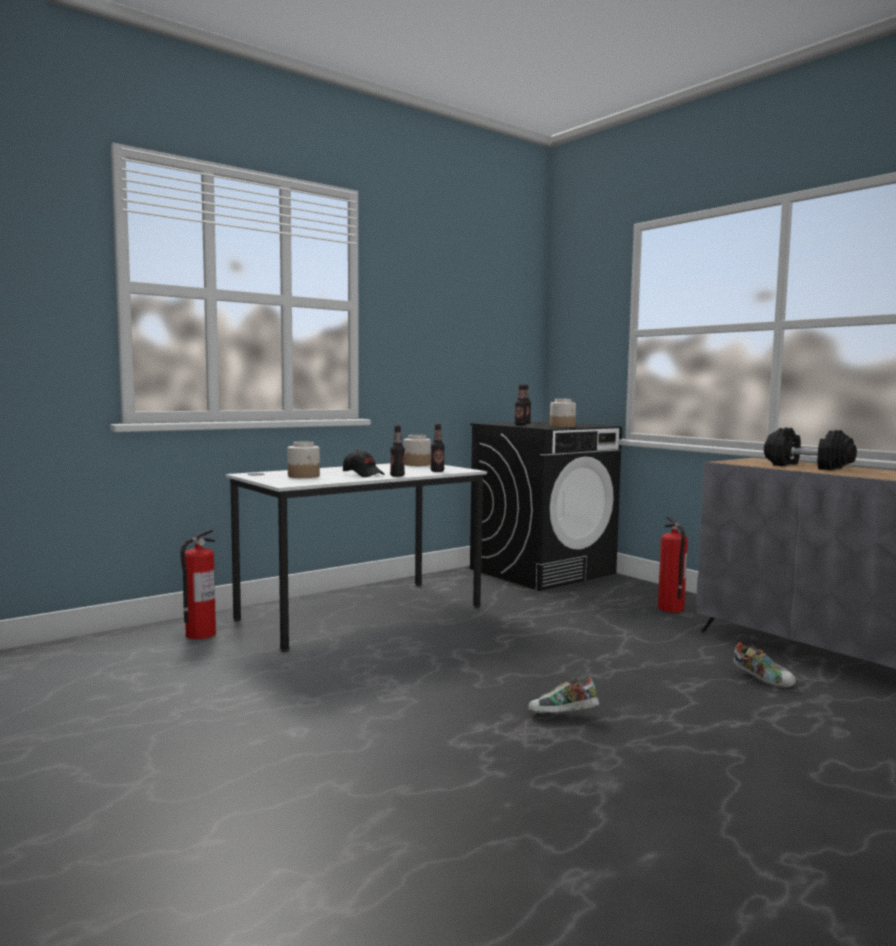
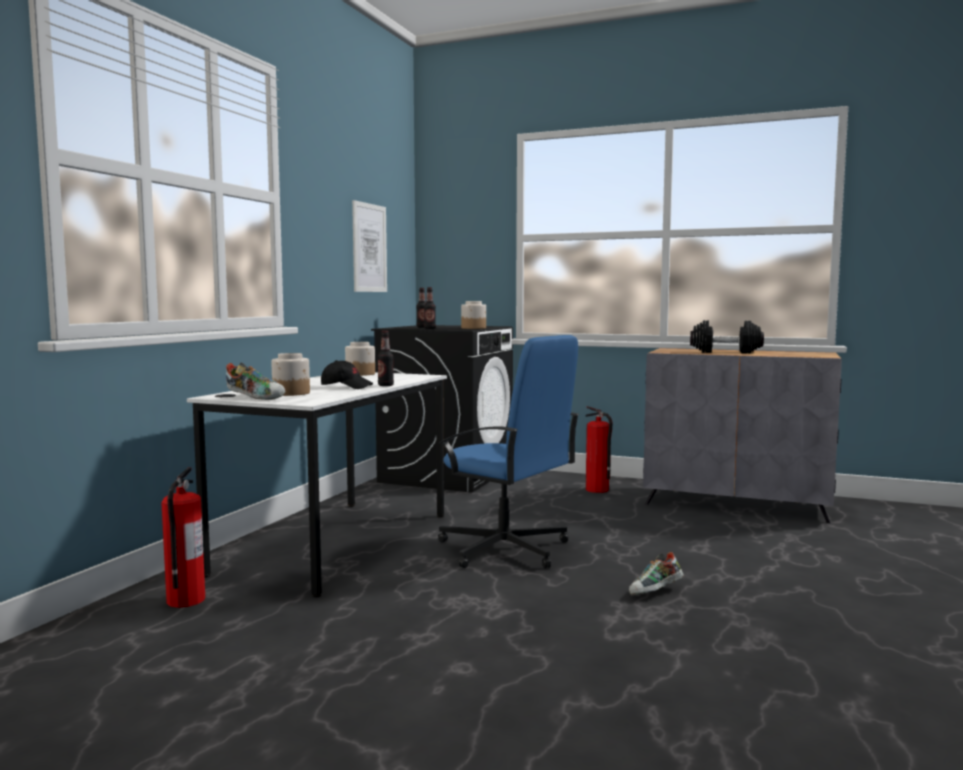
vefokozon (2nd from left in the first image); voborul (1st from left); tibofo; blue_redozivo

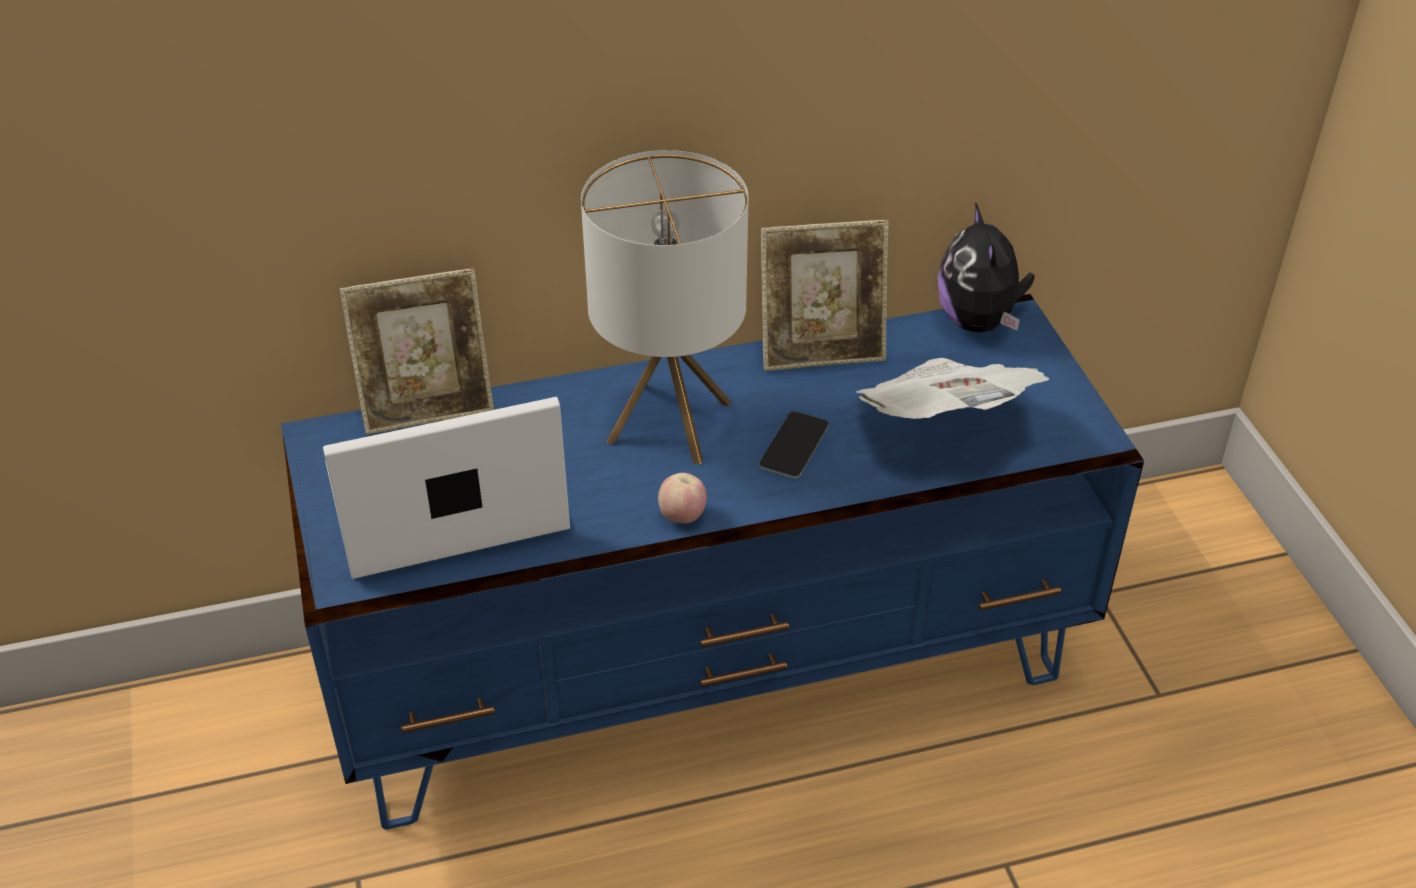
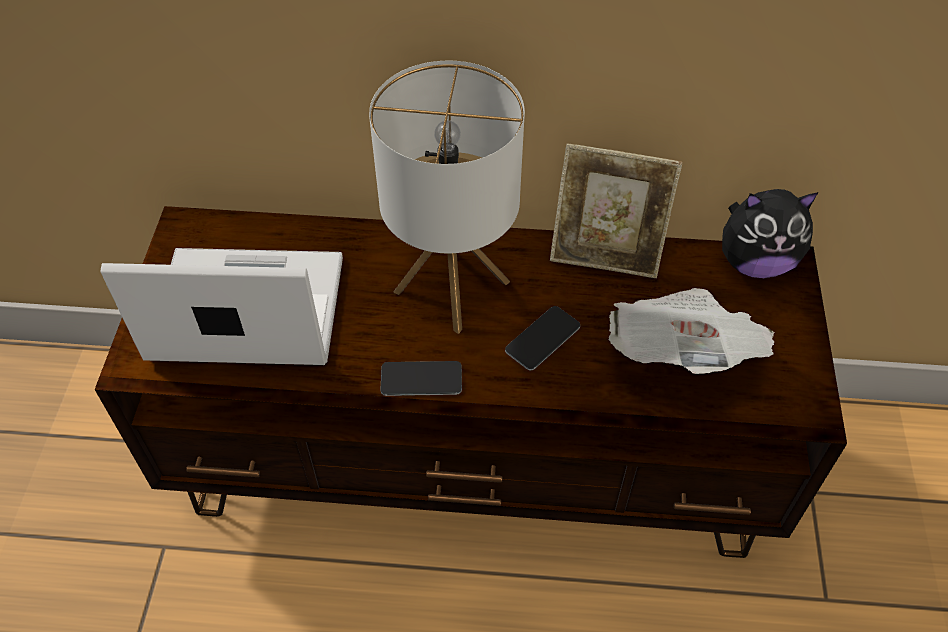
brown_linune; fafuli (1st from left in the first image); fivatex (1st from left); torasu

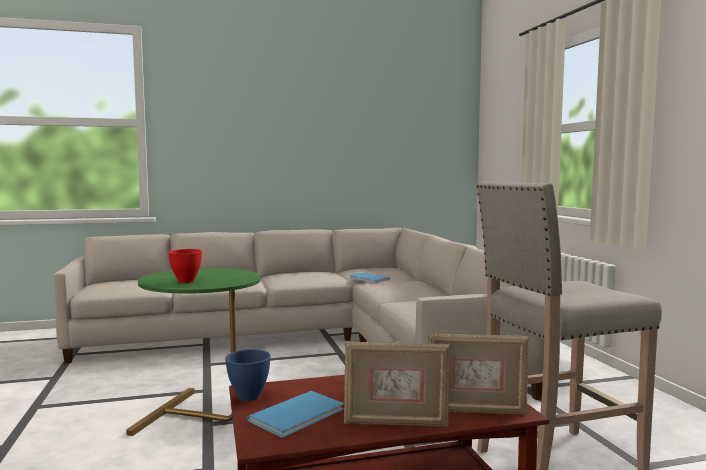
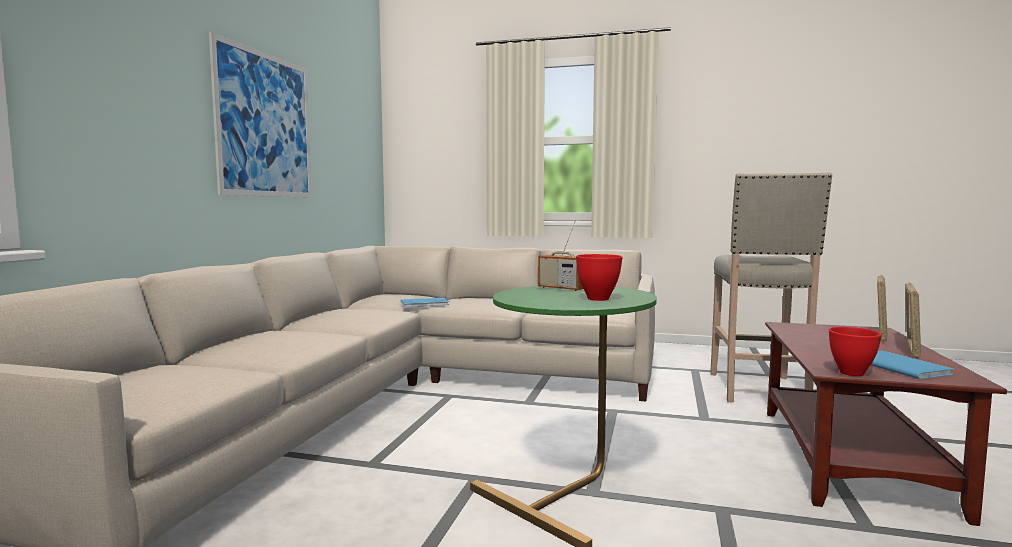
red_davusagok (2nd from left); tibofo; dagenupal

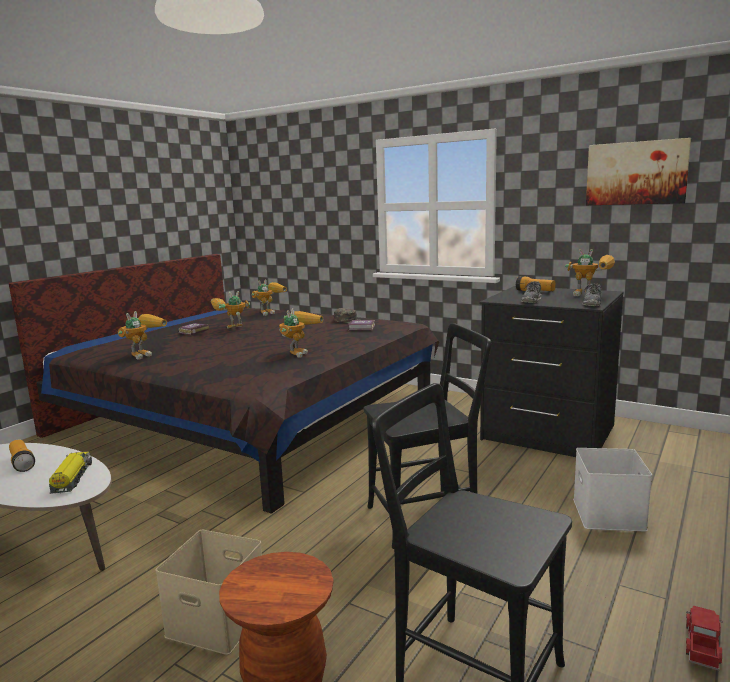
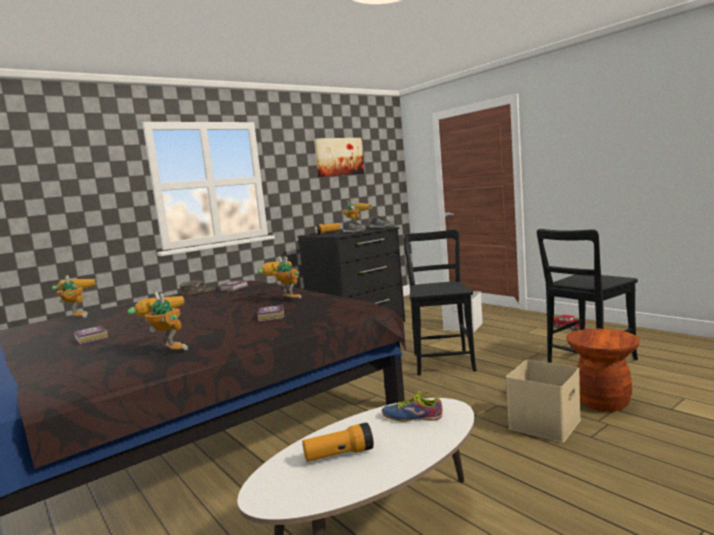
voborul (3rd from left); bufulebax (2nd from left in the first image); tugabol (3rd from left)

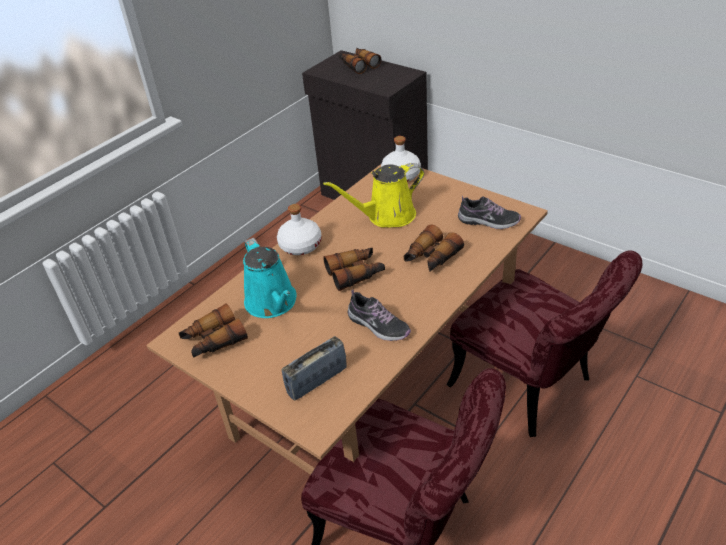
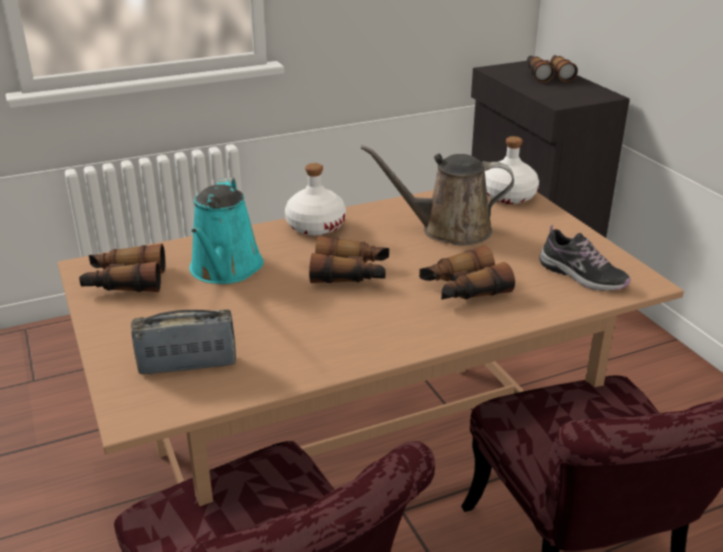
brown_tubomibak; voborul (1st from left in the first image)

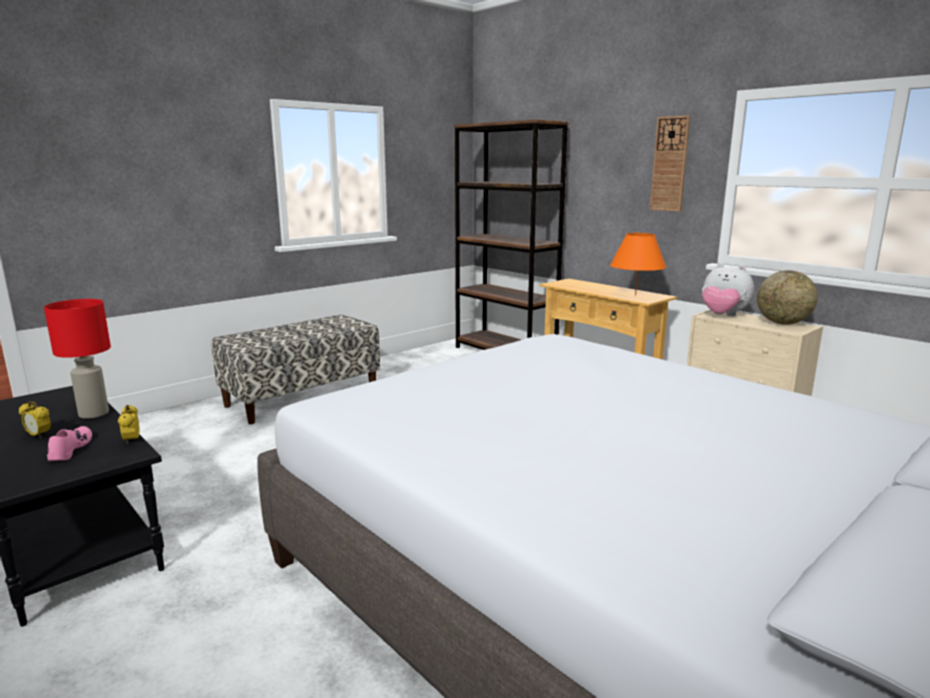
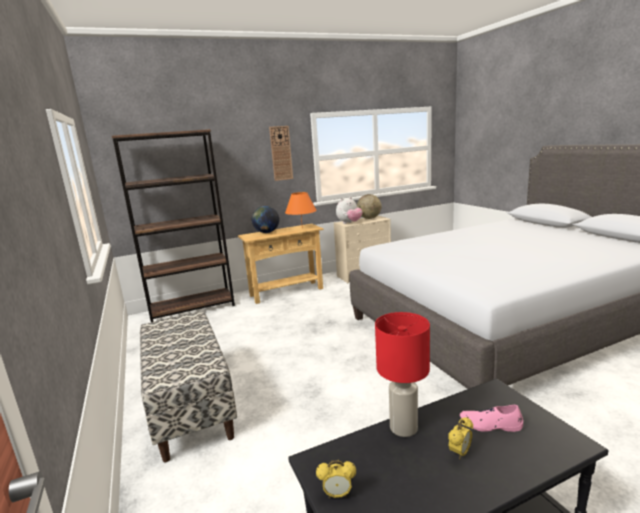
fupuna (1st from left); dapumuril (1st from left)

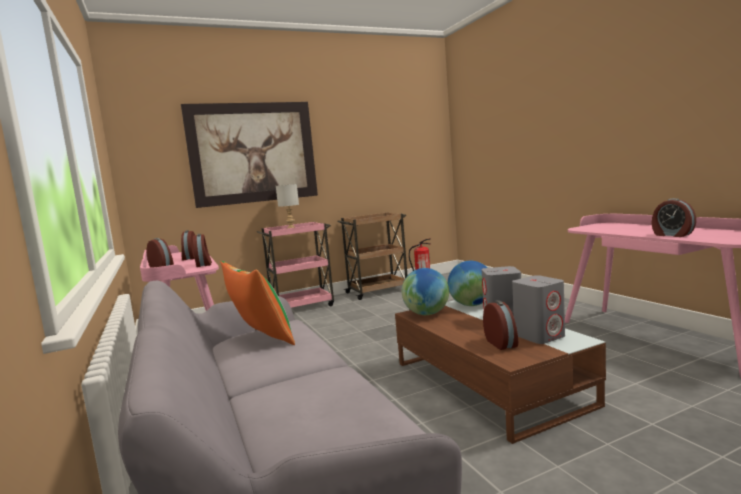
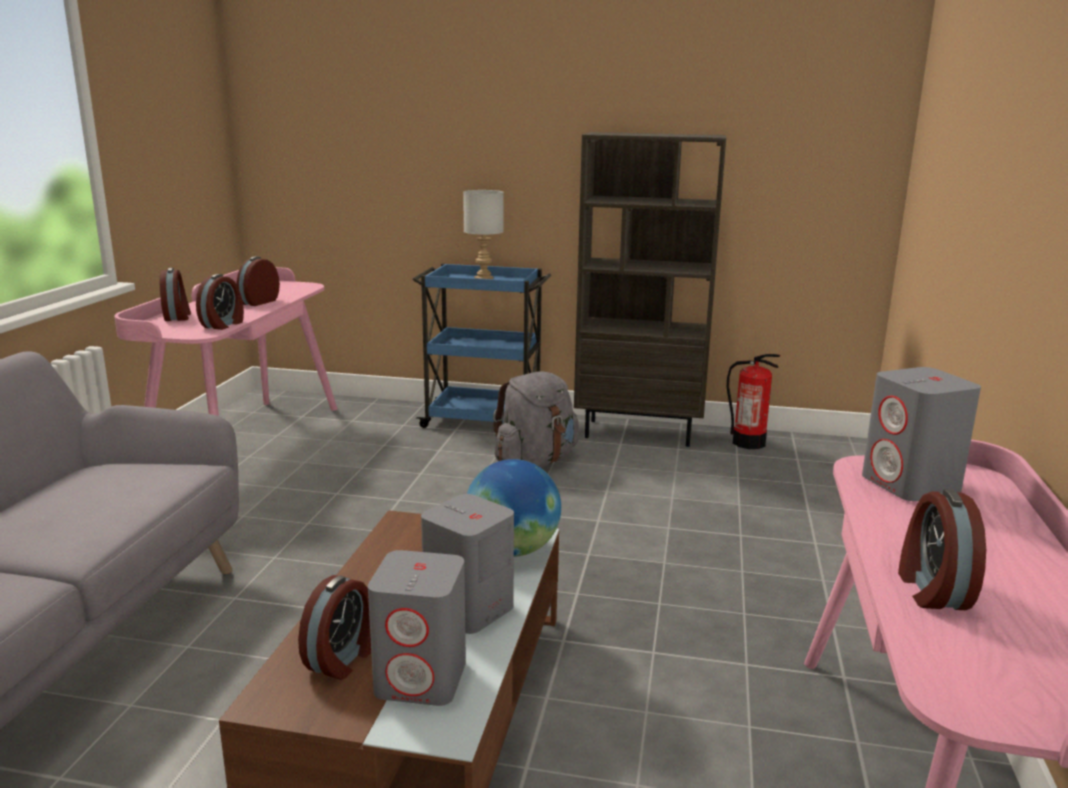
tibofo; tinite; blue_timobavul; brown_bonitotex; dapumuril (1st from left in the first image); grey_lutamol; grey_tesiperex (3rd from left)

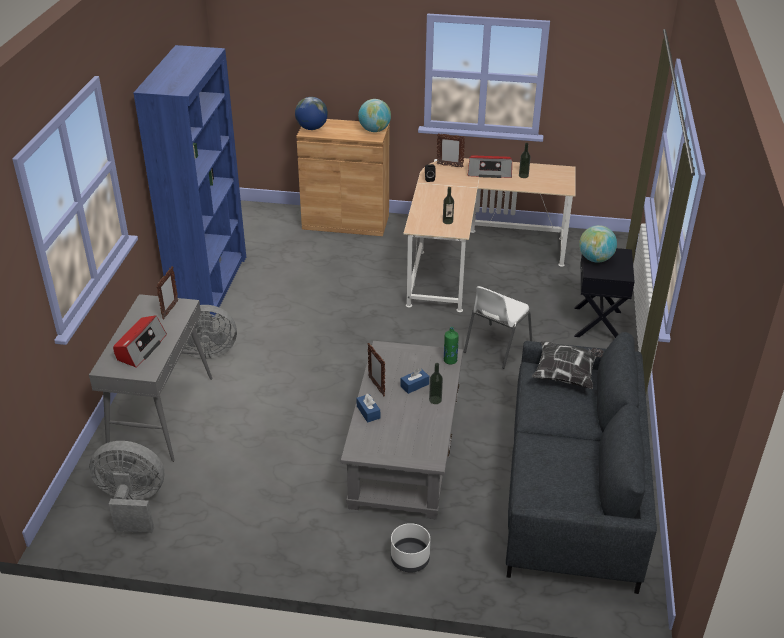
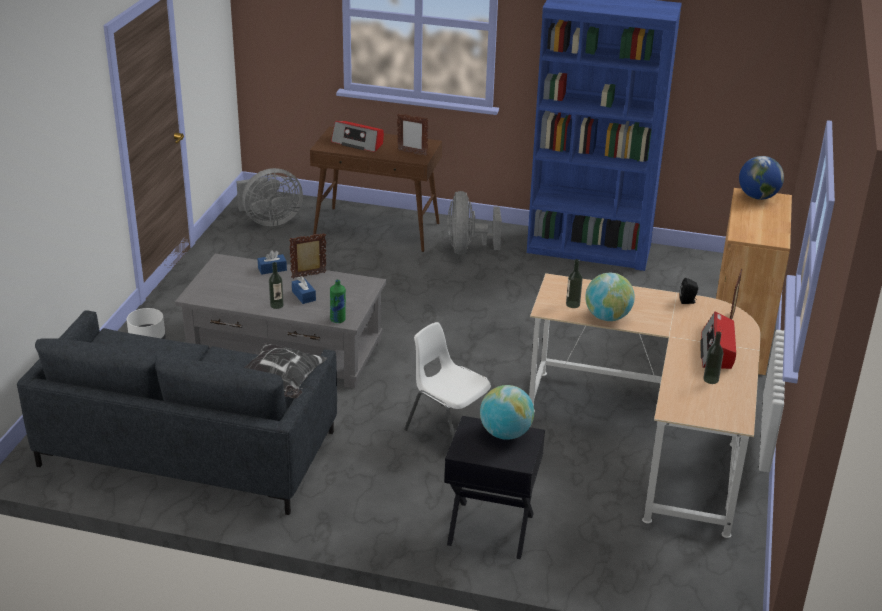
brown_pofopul; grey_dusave (1st from left); dapumuril (2nd from left)

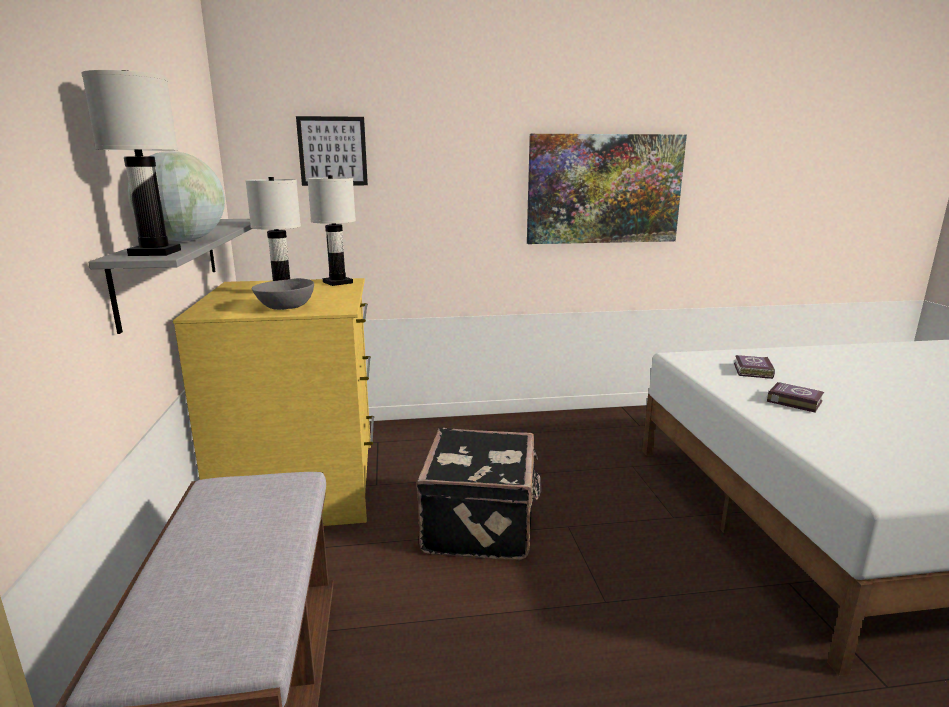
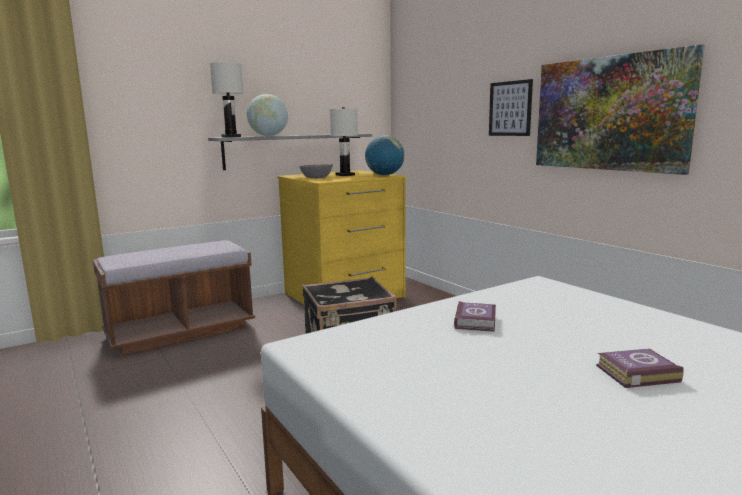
tibofo (1st from left); dapumuril (2nd from left); tugabol (2nd from left)

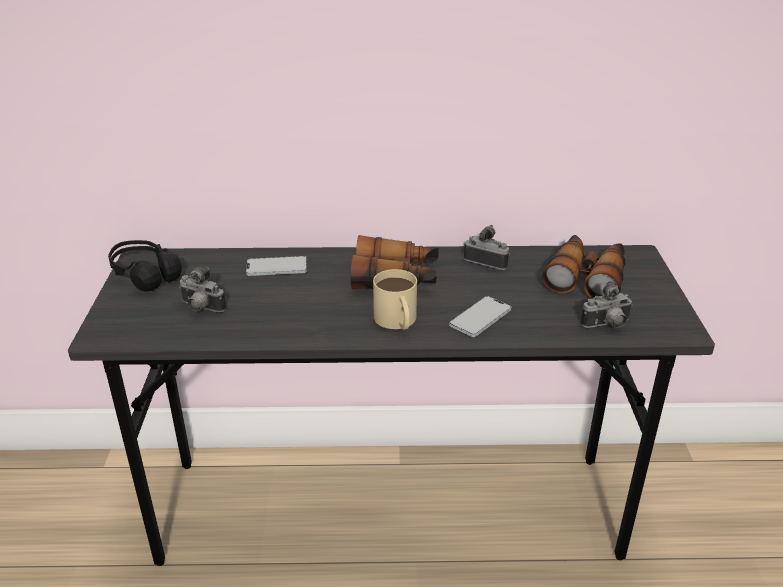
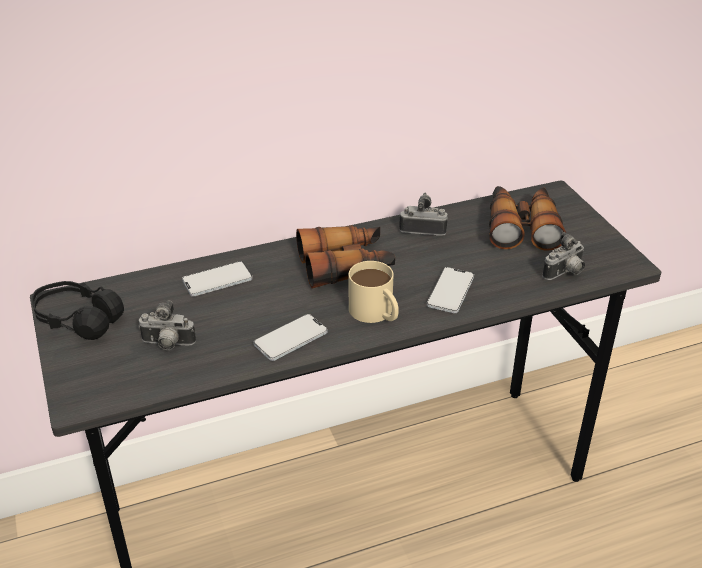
fivatex (2nd from left)

